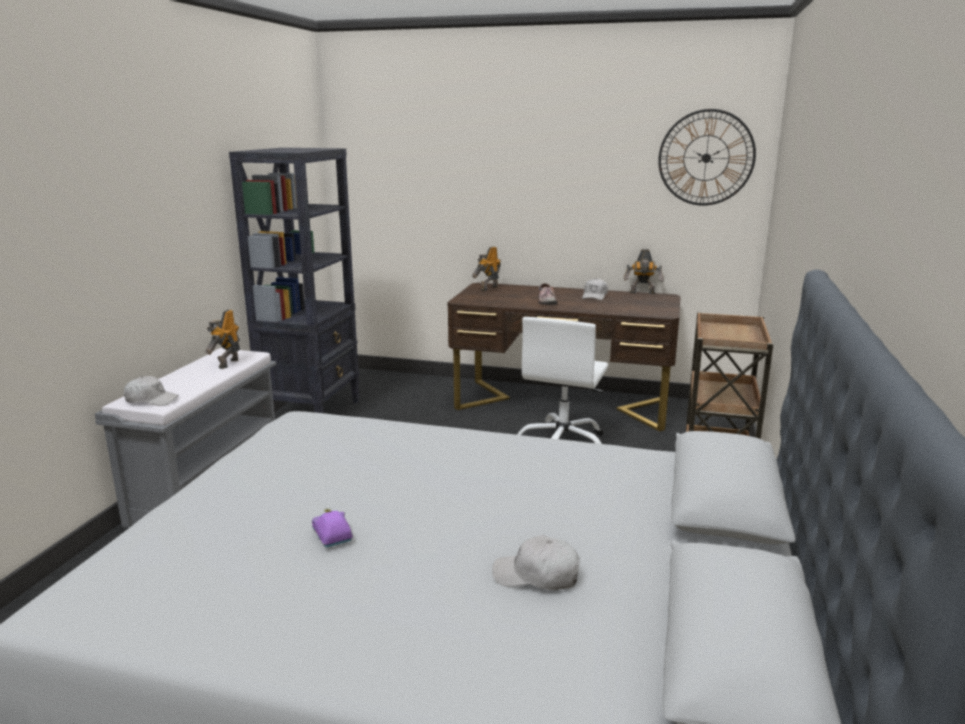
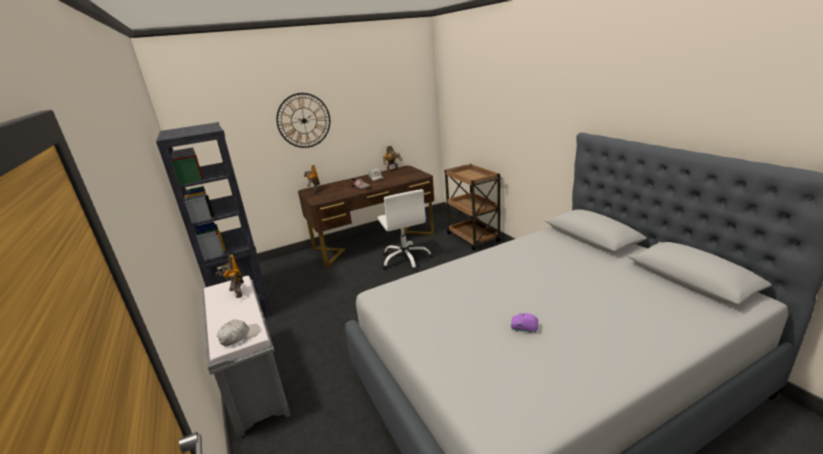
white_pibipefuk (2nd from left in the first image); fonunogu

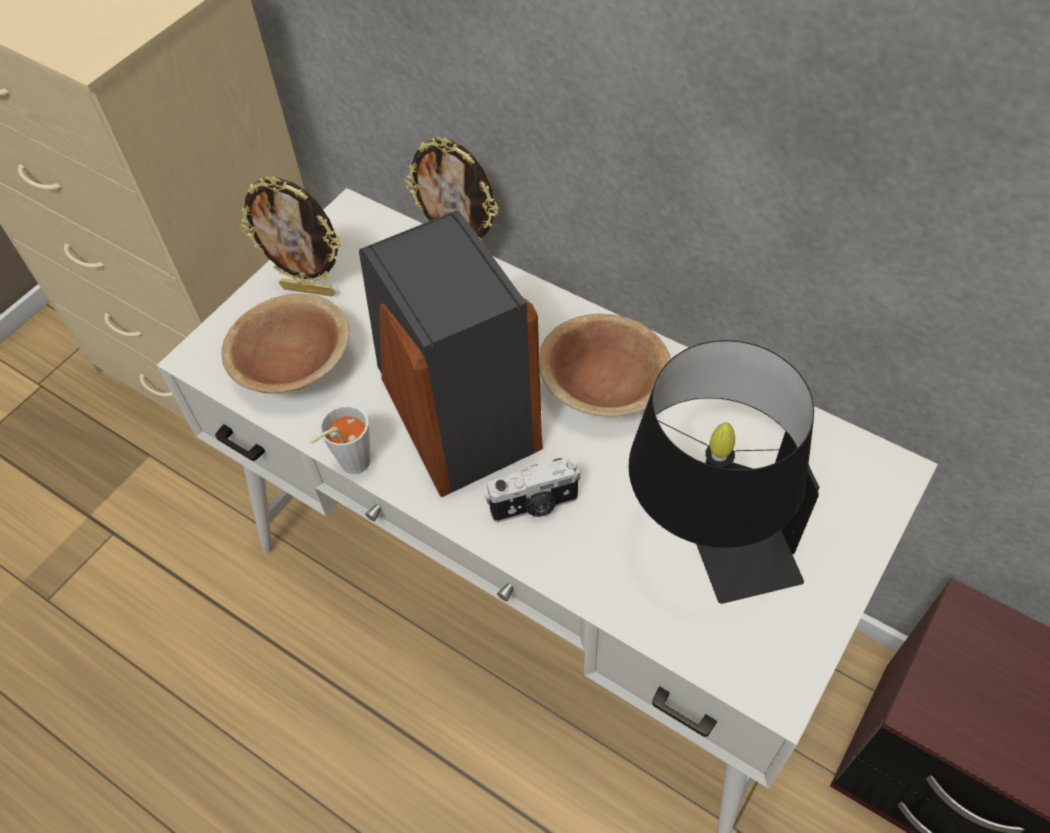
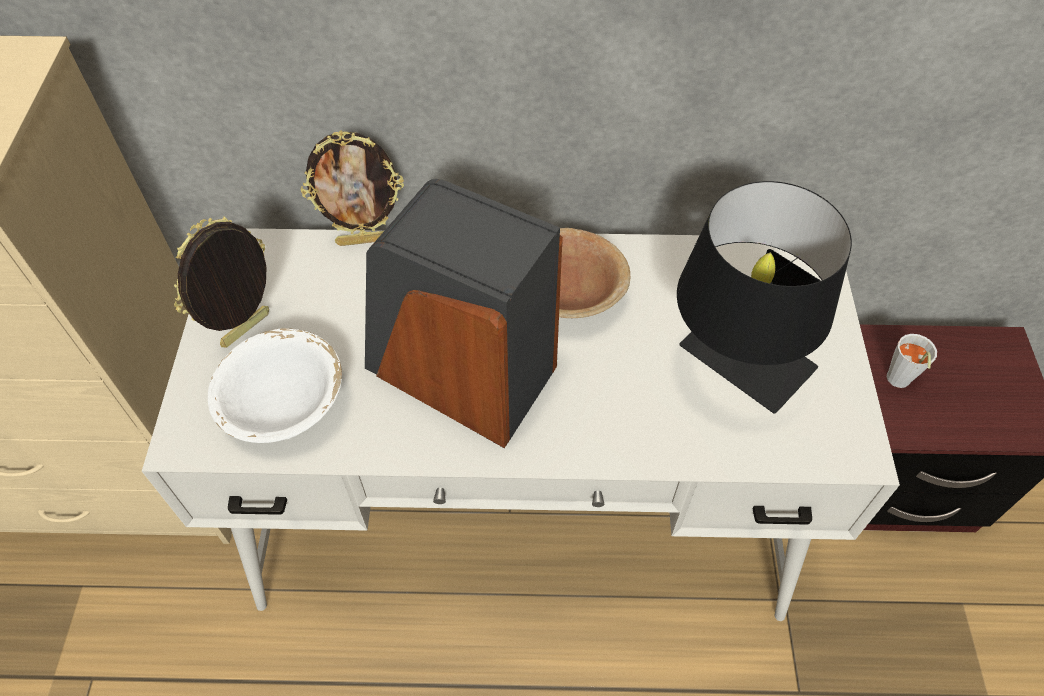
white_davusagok; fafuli (1st from left); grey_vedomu; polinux

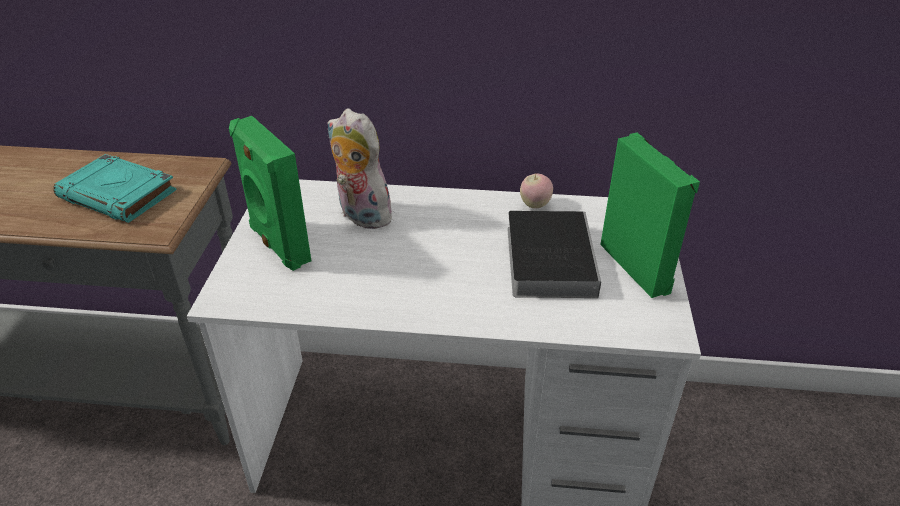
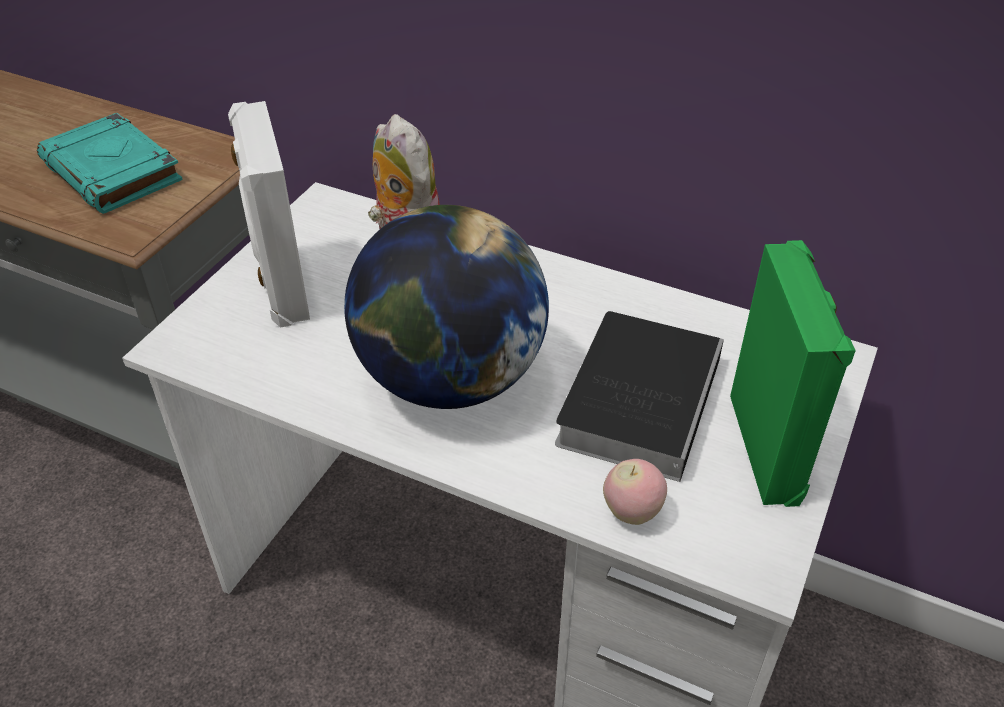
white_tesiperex; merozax; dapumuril

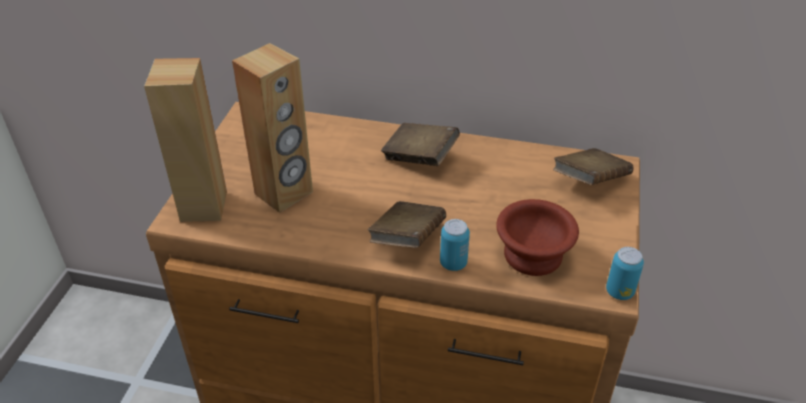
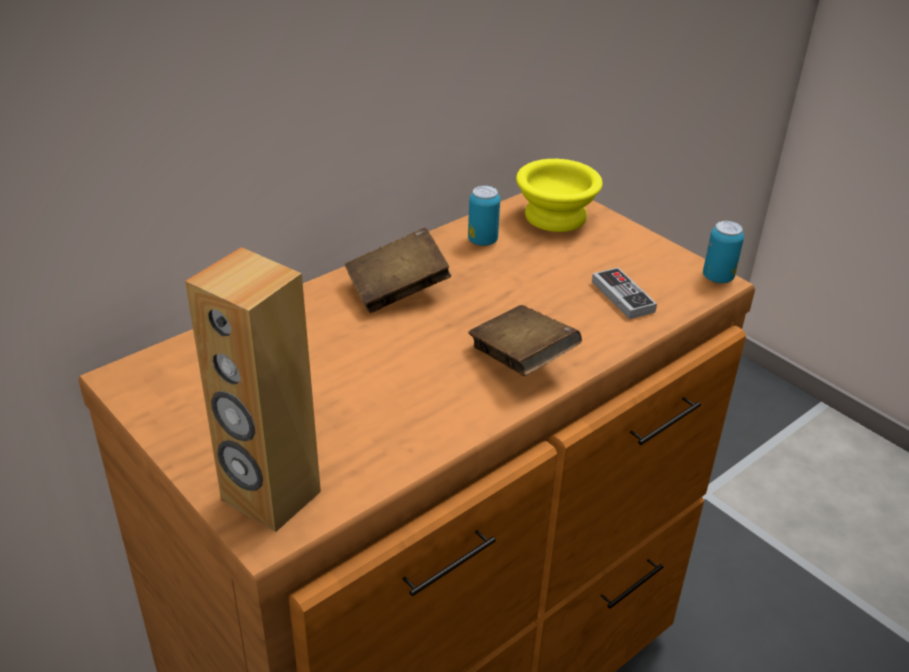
brown_tesiperex (2nd from left in the first image); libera (1st from left); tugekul; yellow_davusagok

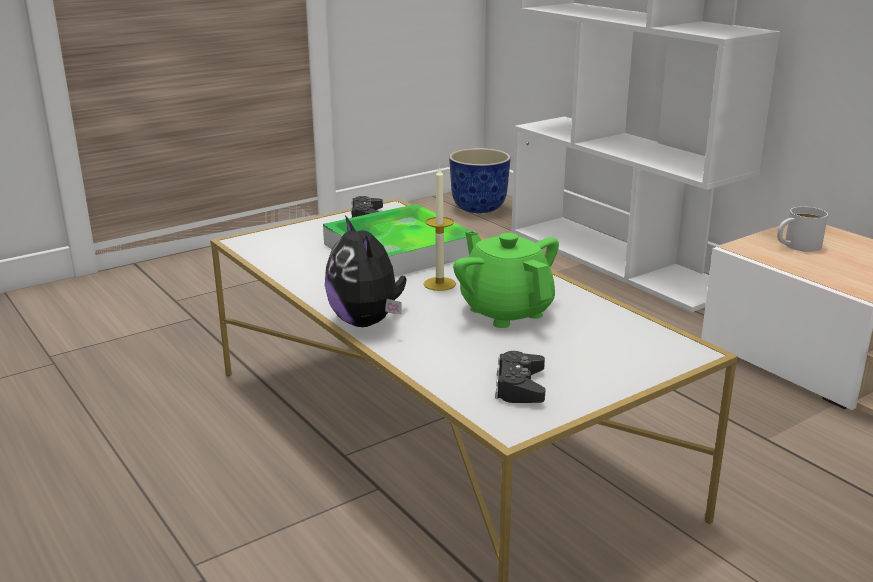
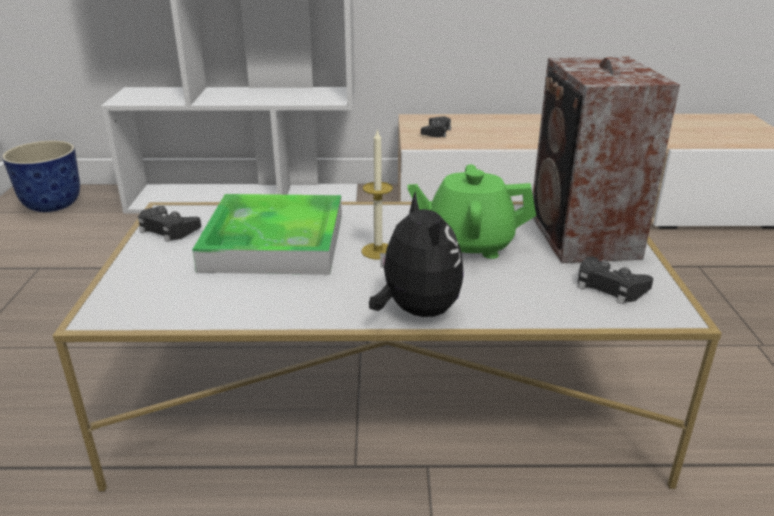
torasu; black_tugekul (2nd from left); tesiperex

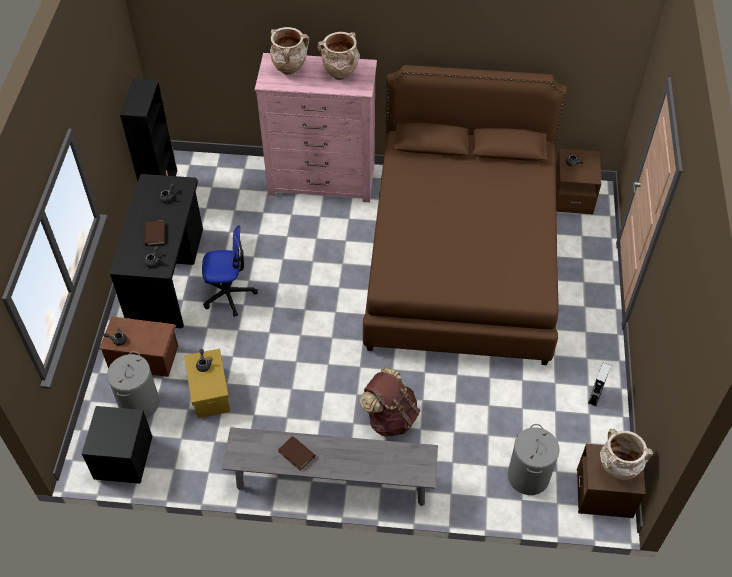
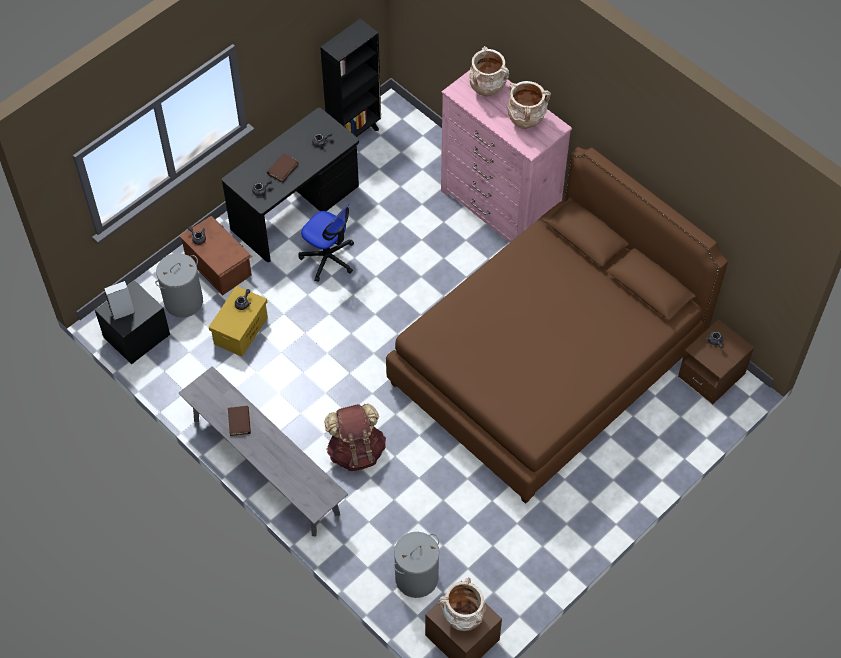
grey_tesiperex

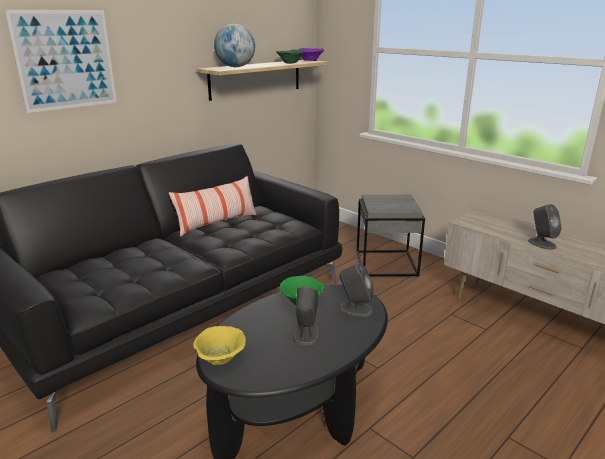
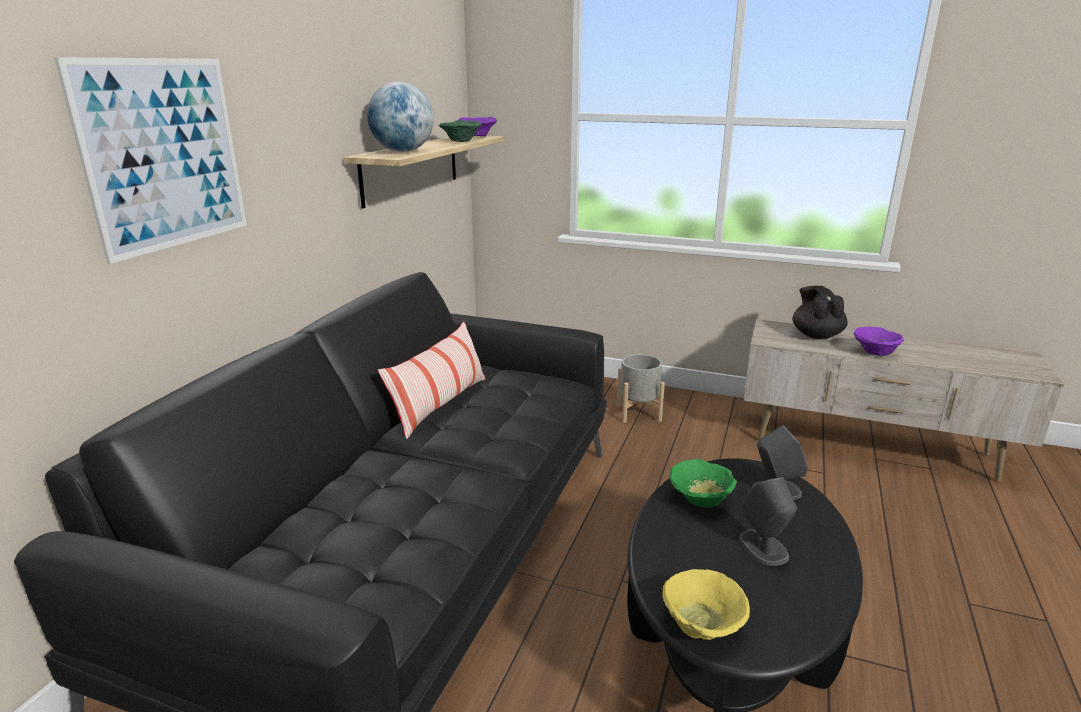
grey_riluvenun; purple_davusagok (2nd from left); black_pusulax

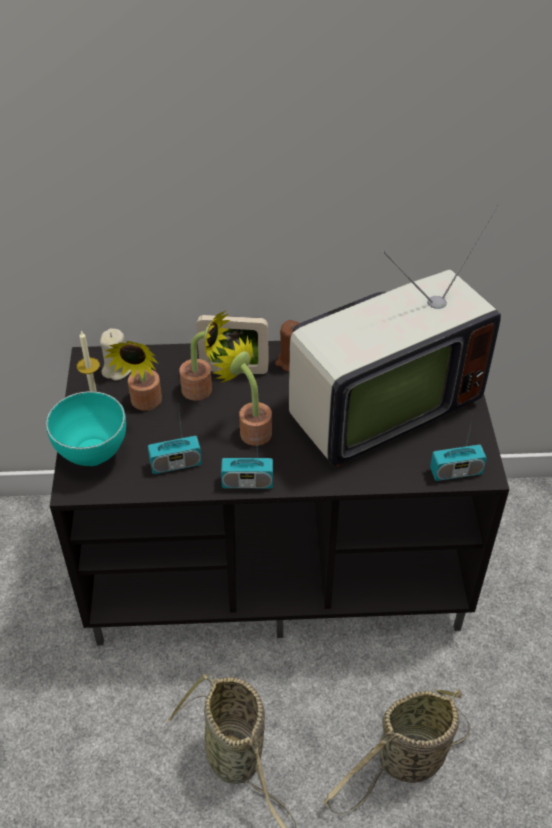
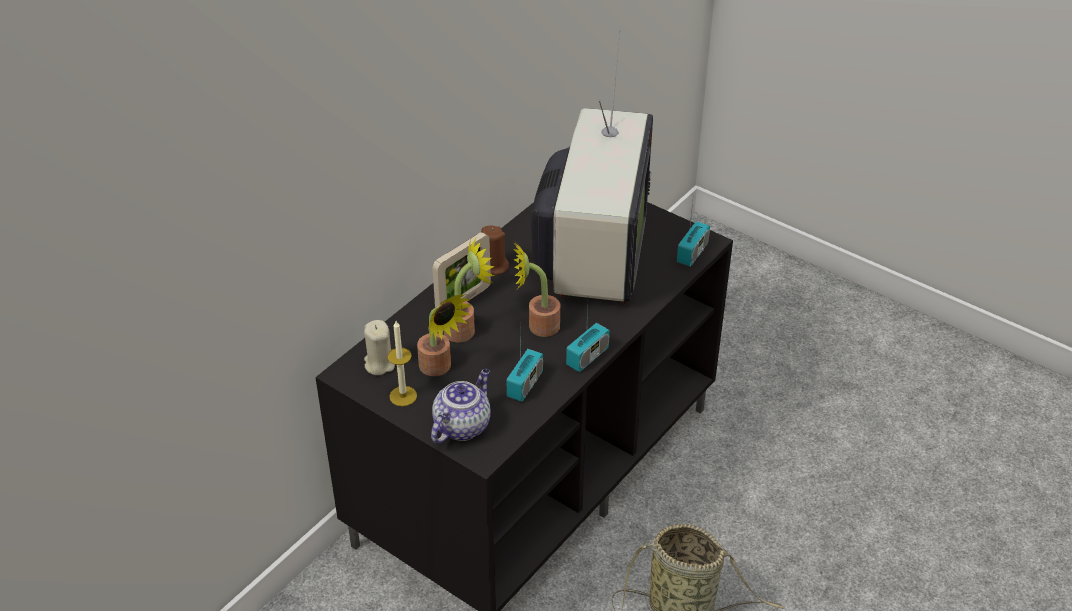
pusulax; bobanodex (2nd from left in the first image)

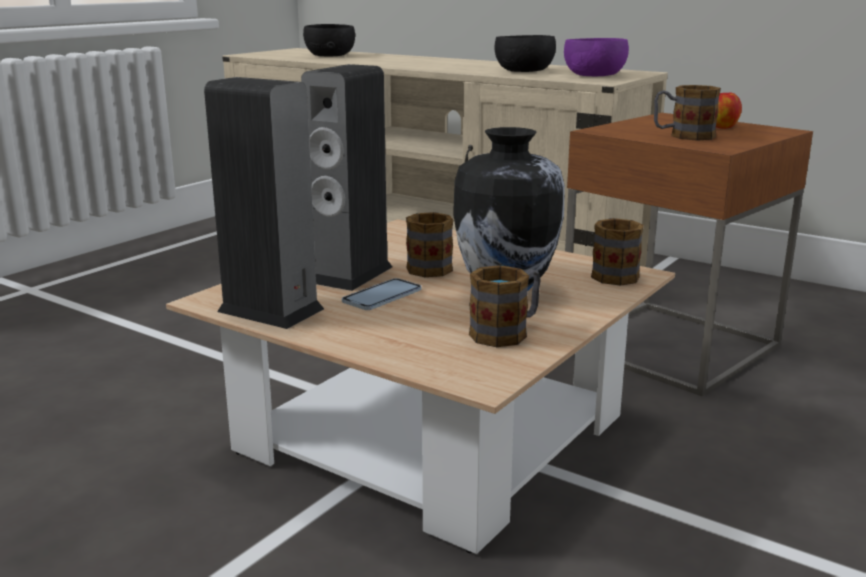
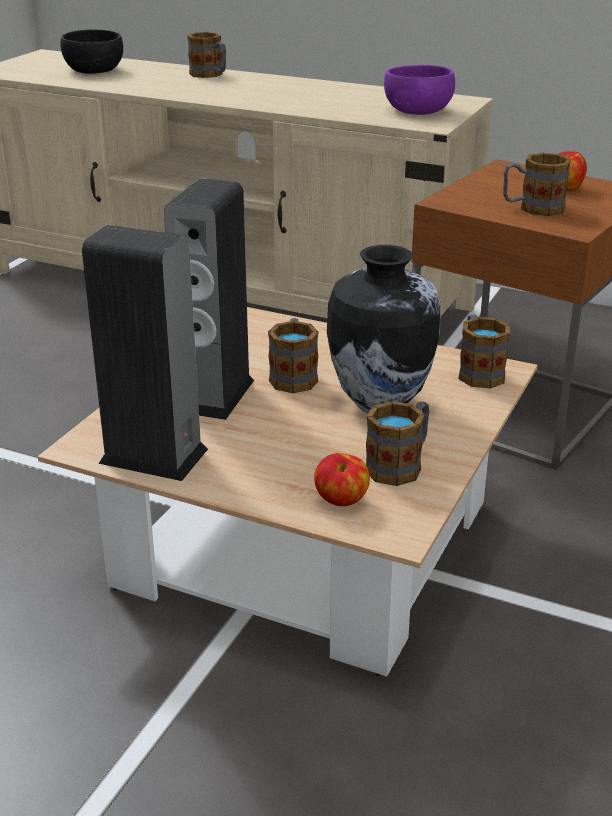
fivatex; black_davusagok (2nd from left in the first image); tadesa (1st from left); merozax (1st from left)

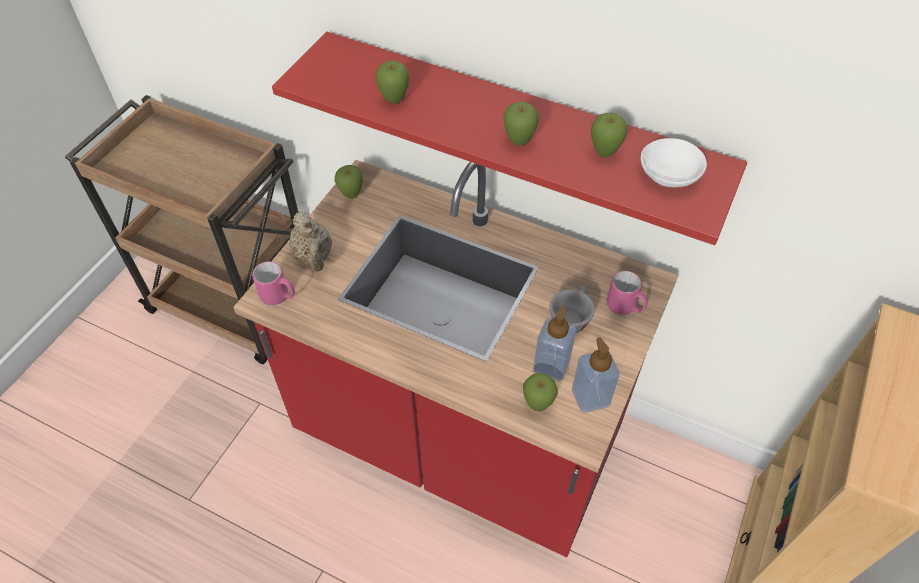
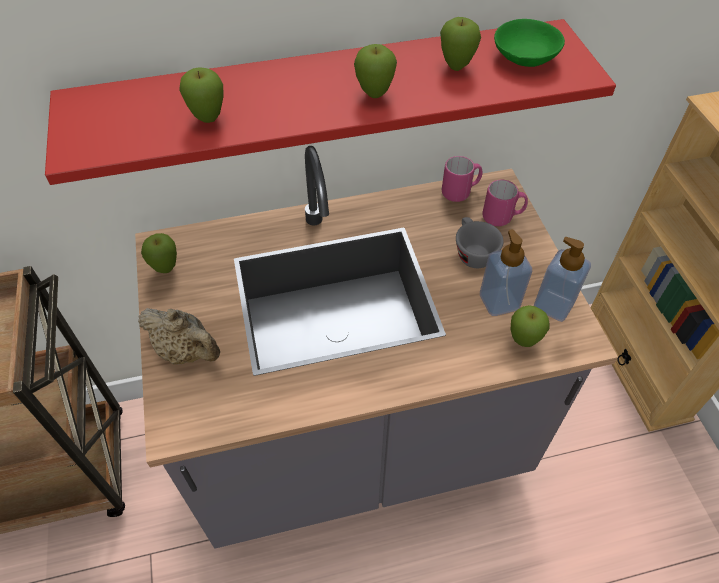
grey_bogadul; pink_tadesa (1st from left); green_davusagok

